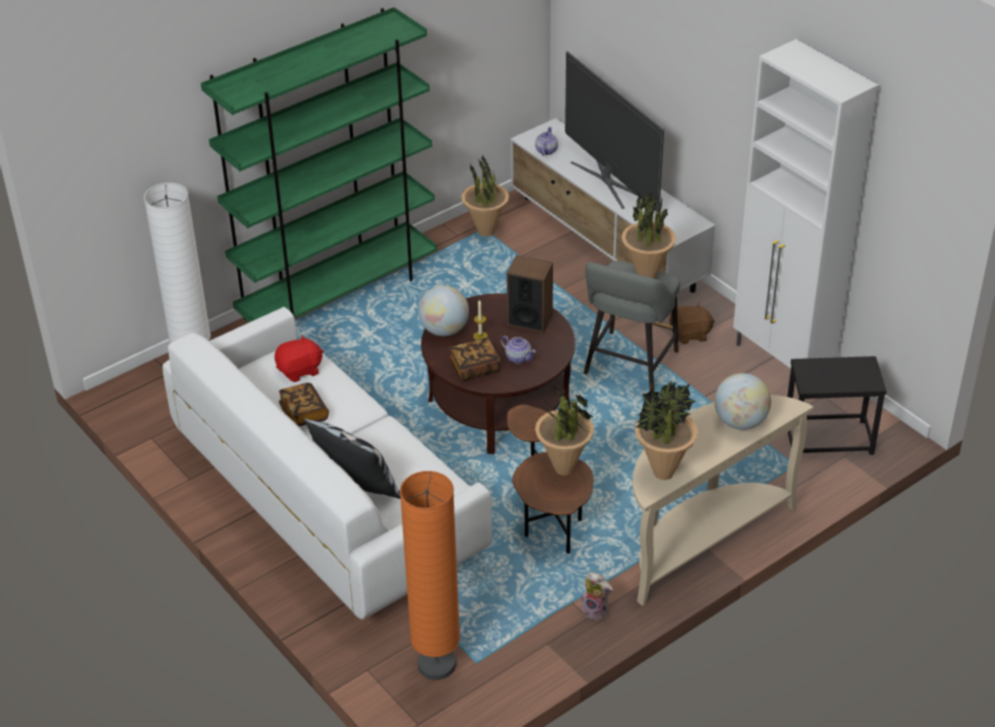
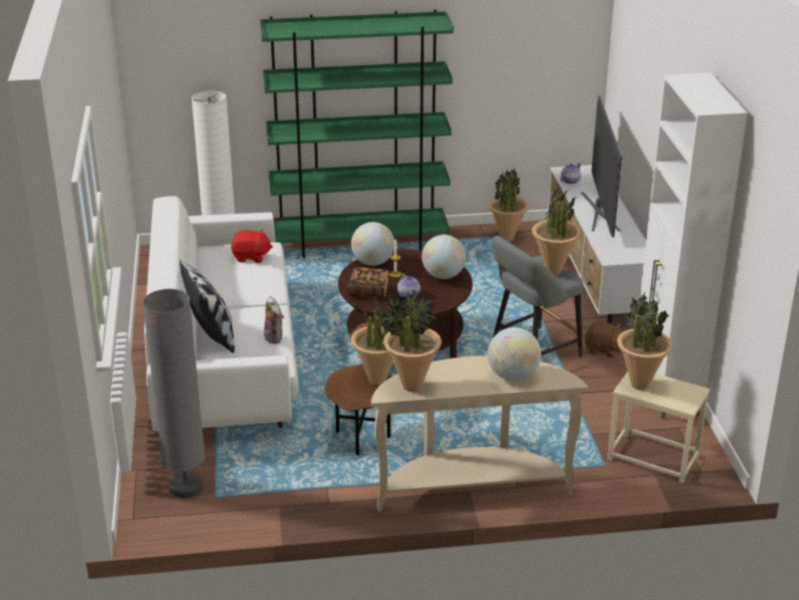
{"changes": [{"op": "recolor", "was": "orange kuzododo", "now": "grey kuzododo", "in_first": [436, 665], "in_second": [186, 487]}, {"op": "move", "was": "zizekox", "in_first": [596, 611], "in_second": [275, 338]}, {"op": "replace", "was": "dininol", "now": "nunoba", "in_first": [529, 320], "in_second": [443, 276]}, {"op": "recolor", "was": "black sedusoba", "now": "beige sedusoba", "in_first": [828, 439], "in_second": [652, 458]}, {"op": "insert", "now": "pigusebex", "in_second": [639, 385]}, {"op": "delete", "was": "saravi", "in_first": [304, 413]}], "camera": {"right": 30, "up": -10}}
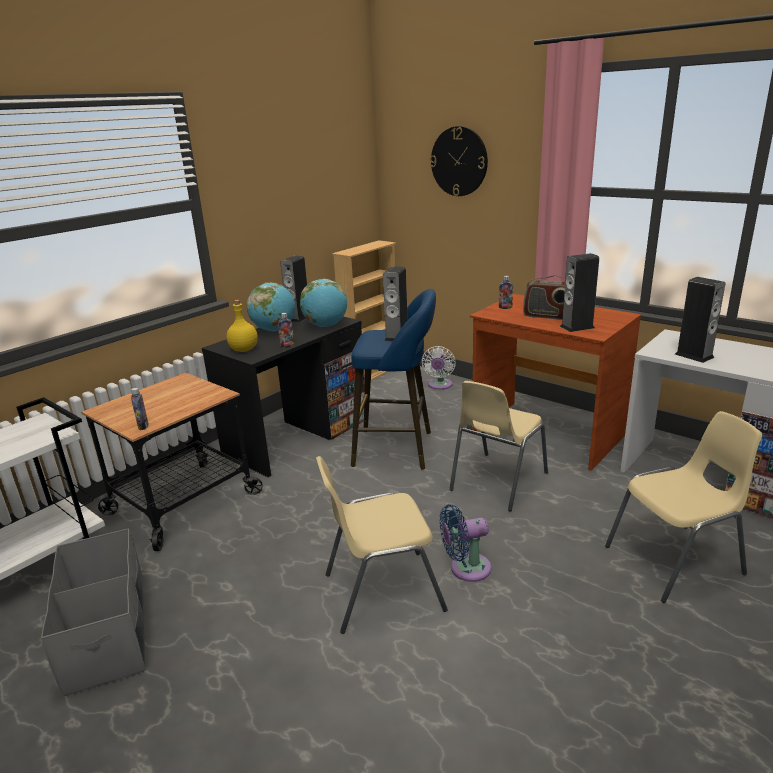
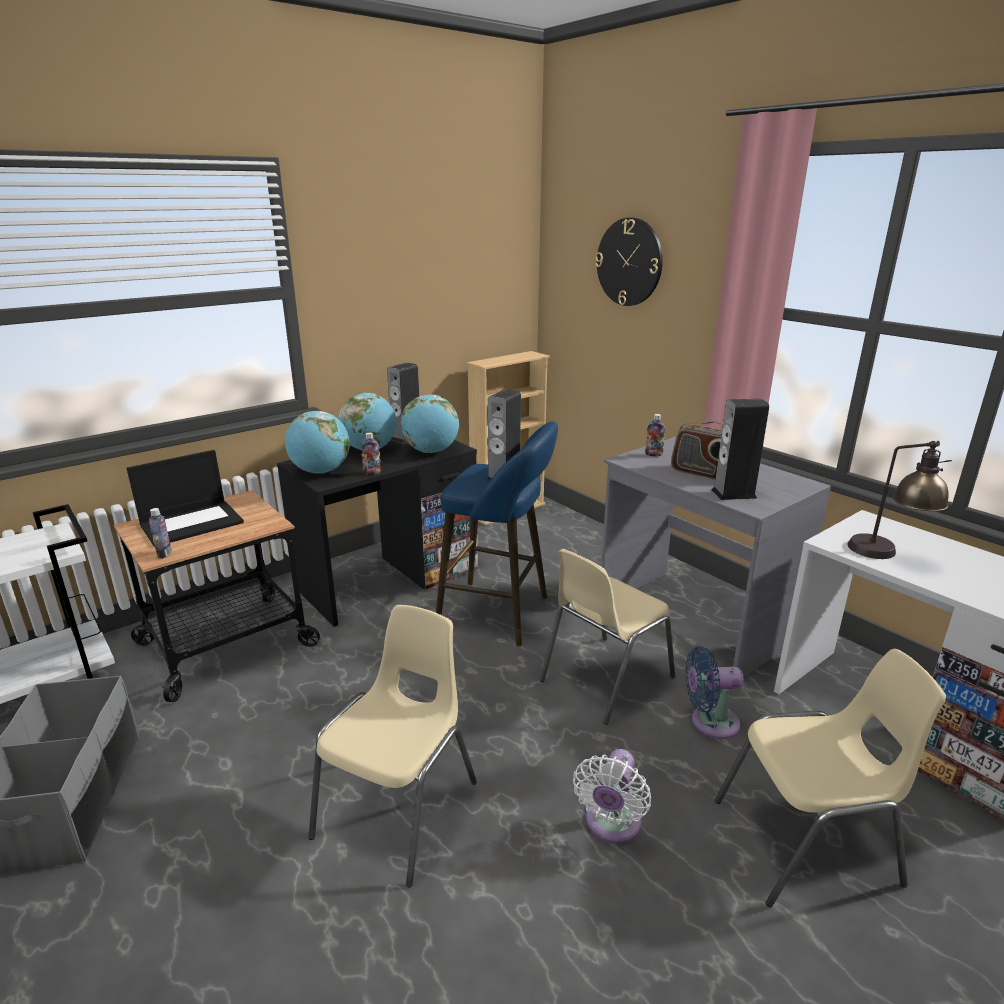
{"changes": [{"op": "insert", "now": "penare", "in_second": [192, 523]}, {"op": "replace", "was": "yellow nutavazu", "now": "nunoba", "in_first": [244, 350], "in_second": [321, 472]}, {"op": "rotate", "was": "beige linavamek", "in_first": [381, 591], "in_second": [400, 808], "clockwise": 120}, {"op": "move", "was": "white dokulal", "in_first": [439, 385], "in_second": [611, 825]}, {"op": "recolor", "was": "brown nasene", "now": "grey nasene", "in_first": [546, 434], "in_second": [692, 622]}, {"op": "move", "was": "blue dokulal", "in_first": [466, 568], "in_second": [709, 722]}, {"op": "replace", "was": "dininol", "now": "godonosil", "in_first": [694, 355], "in_second": [887, 556]}], "camera": {"right": 10, "up": 0}}
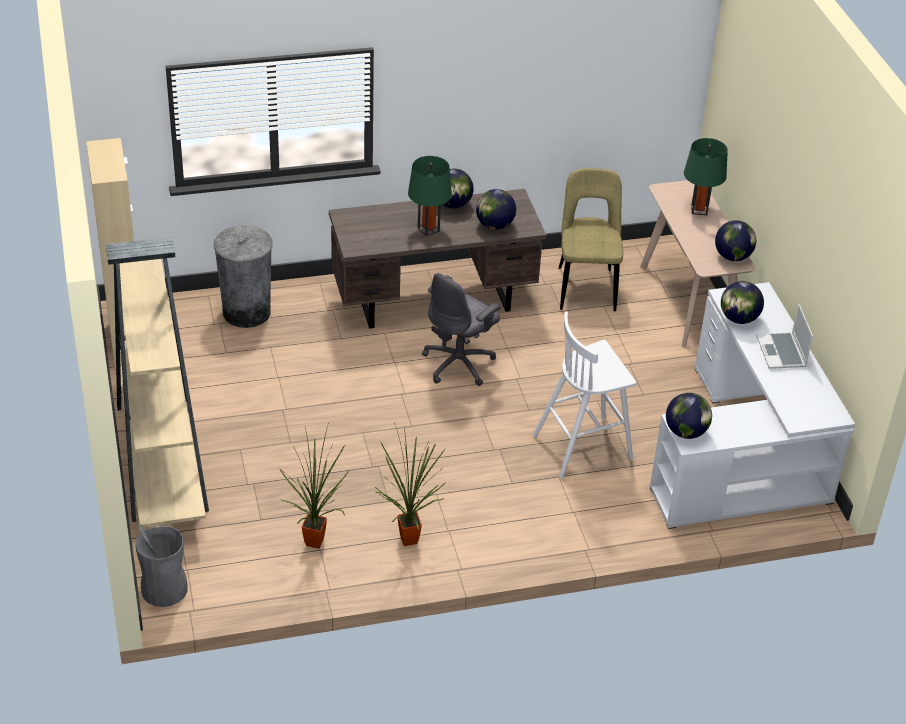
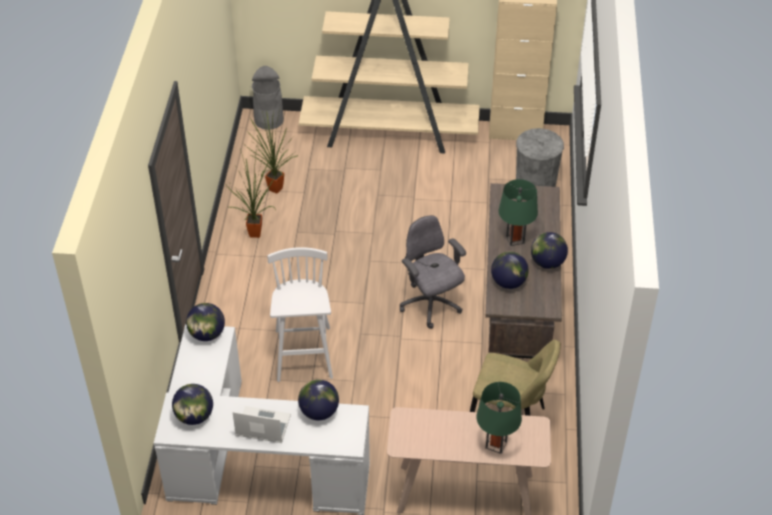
{"changes": [{"op": "move", "was": "nunoba", "in_first": [732, 257], "in_second": [194, 416]}], "camera": {"right": 110, "up": 5}}
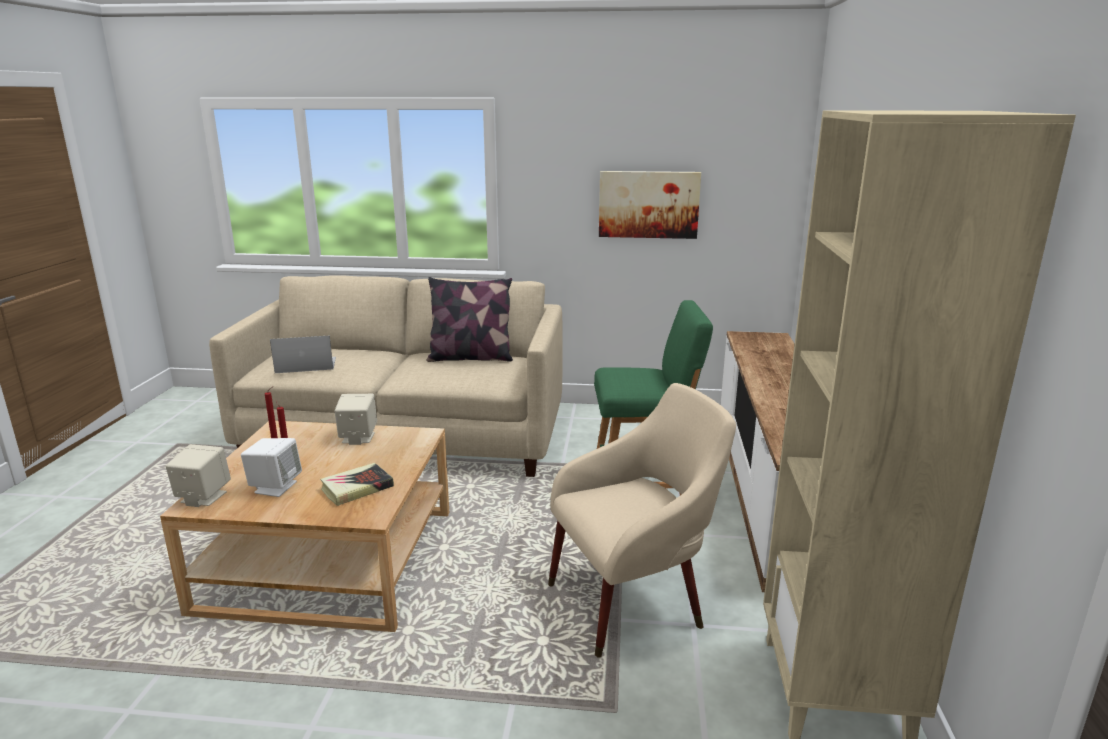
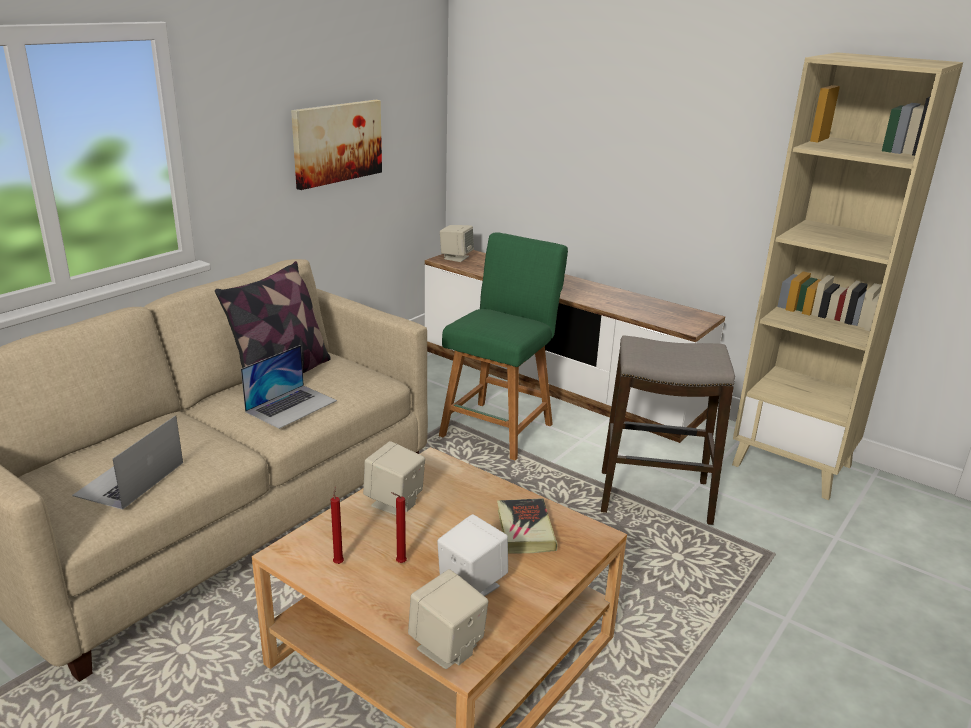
{"changes": [{"op": "insert", "now": "penare", "in_second": [291, 406]}, {"op": "insert", "now": "beige dininol", "in_second": [456, 257]}, {"op": "replace", "was": "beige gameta", "now": "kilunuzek", "in_first": [633, 601], "in_second": [654, 497]}], "camera": {"right": -60, "up": 5}}
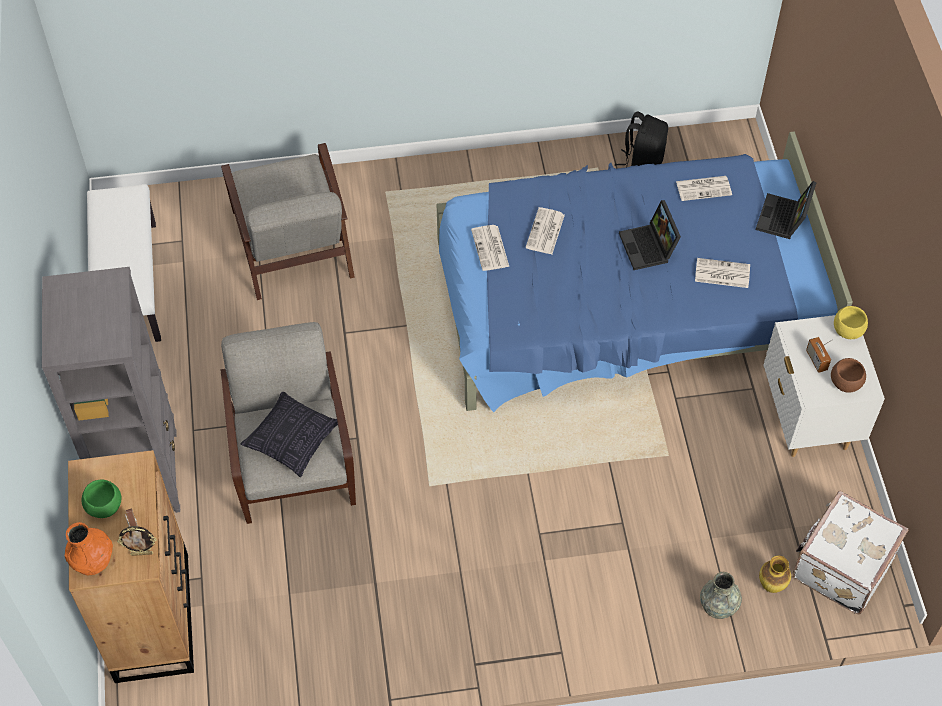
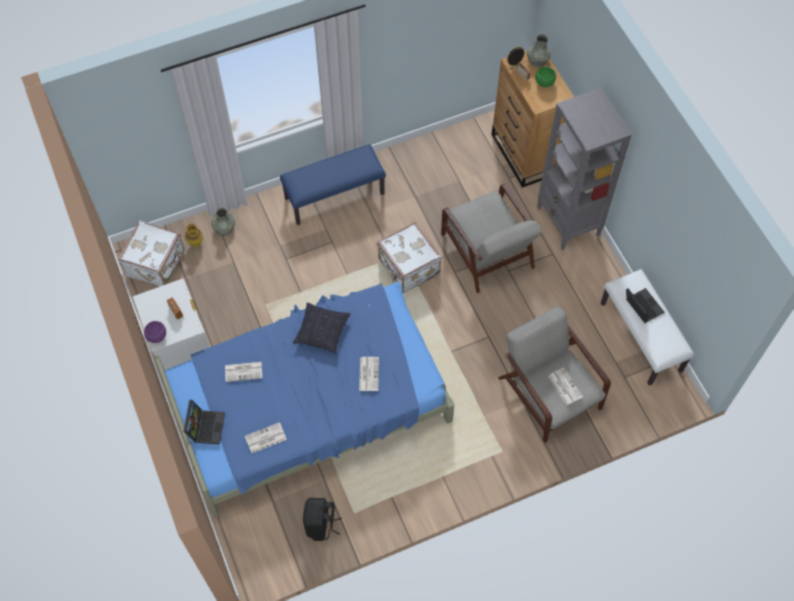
{"changes": [{"op": "recolor", "was": "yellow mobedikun", "now": "purple mobedikun", "in_first": [848, 331], "in_second": [156, 336]}, {"op": "insert", "now": "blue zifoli", "in_second": [334, 195]}, {"op": "move", "was": "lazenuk", "in_first": [292, 439], "in_second": [322, 332]}, {"op": "insert", "now": "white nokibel", "in_second": [408, 267]}, {"op": "recolor", "was": "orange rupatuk", "now": "grey rupatuk", "in_first": [92, 558], "in_second": [537, 60]}, {"op": "move", "was": "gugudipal", "in_first": [490, 249], "in_second": [564, 386]}, {"op": "move", "was": "penare", "in_first": [649, 248], "in_second": [641, 307]}, {"op": "delete", "was": "brown mobedikun", "in_first": [845, 383]}], "camera": {"right": 165, "up": 5}}
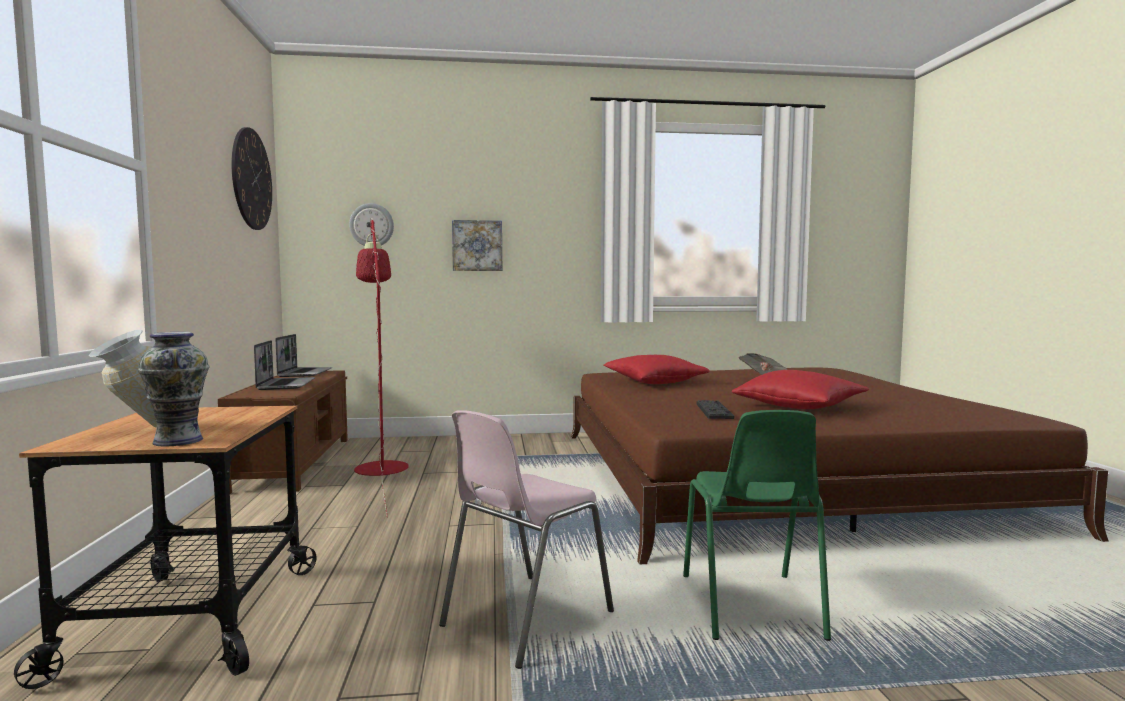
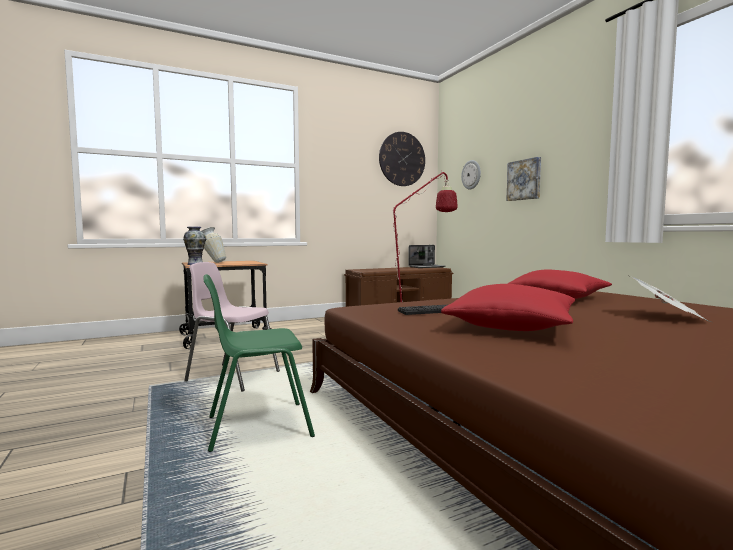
{"changes": [{"op": "delete", "was": "penare", "in_first": [285, 385]}], "camera": {"right": 70, "up": 0}}
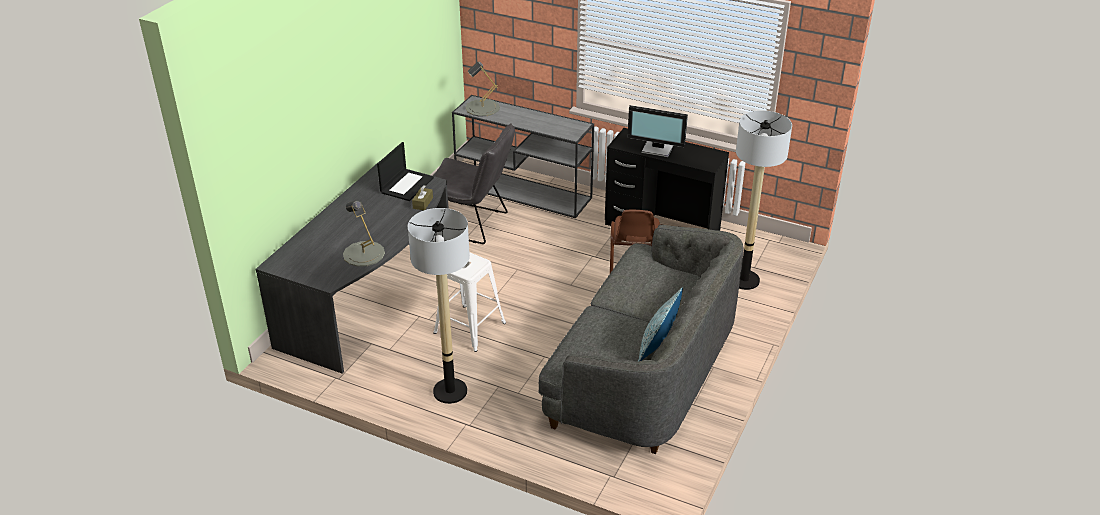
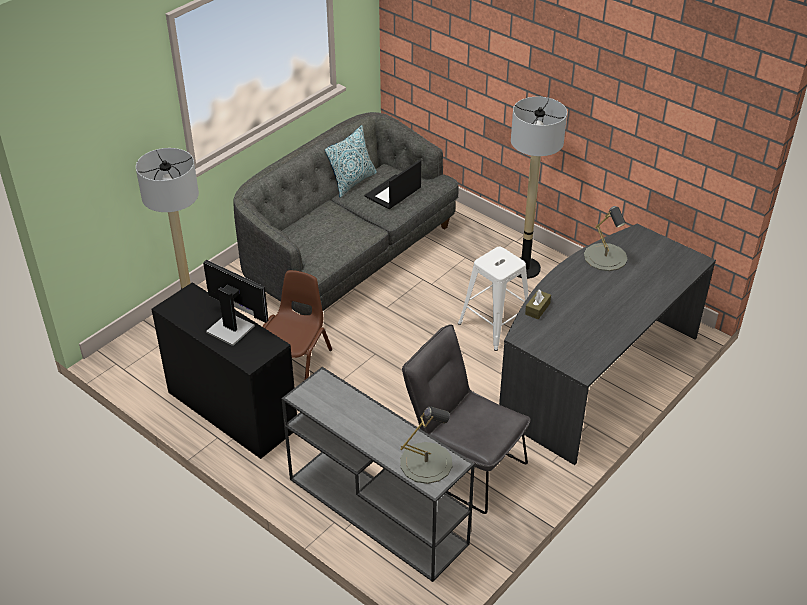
{"changes": [{"op": "move", "was": "penare", "in_first": [407, 185], "in_second": [393, 193]}], "camera": {"right": -165, "up": 5}}
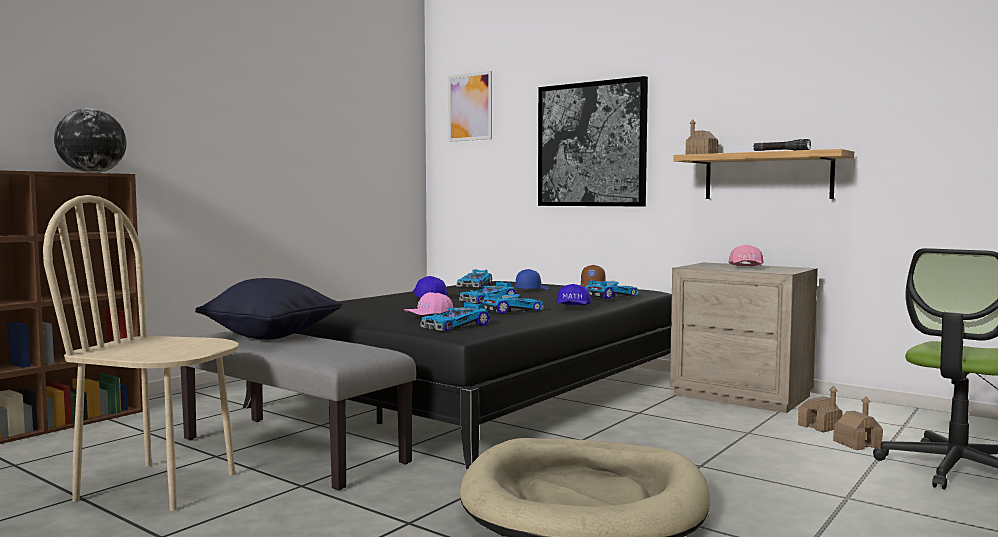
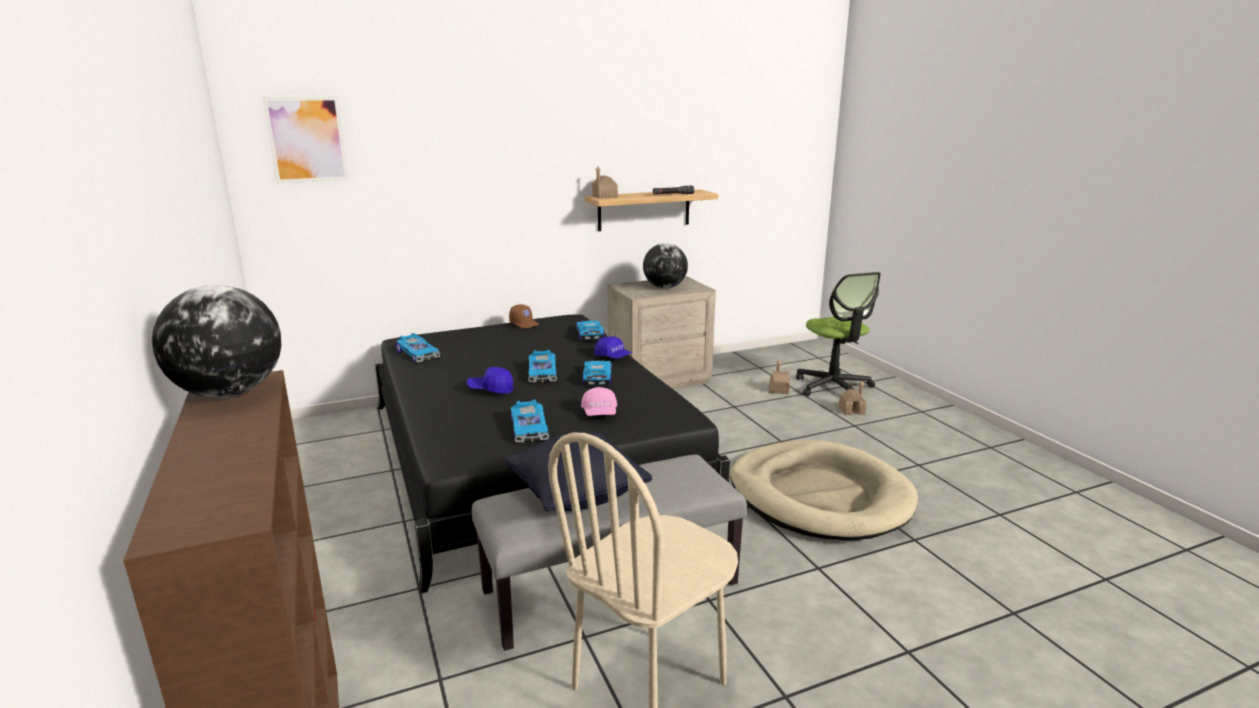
{"changes": [{"op": "move", "was": "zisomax", "in_first": [456, 326], "in_second": [530, 428]}, {"op": "replace", "was": "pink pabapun", "now": "nunoba", "in_first": [746, 268], "in_second": [664, 287]}, {"op": "move", "was": "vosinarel", "in_first": [820, 426], "in_second": [851, 410]}, {"op": "delete", "was": "blue pabapun", "in_first": [531, 289]}, {"op": "delete", "was": "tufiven", "in_first": [591, 144]}], "camera": {"right": -60, "up": 15}}
